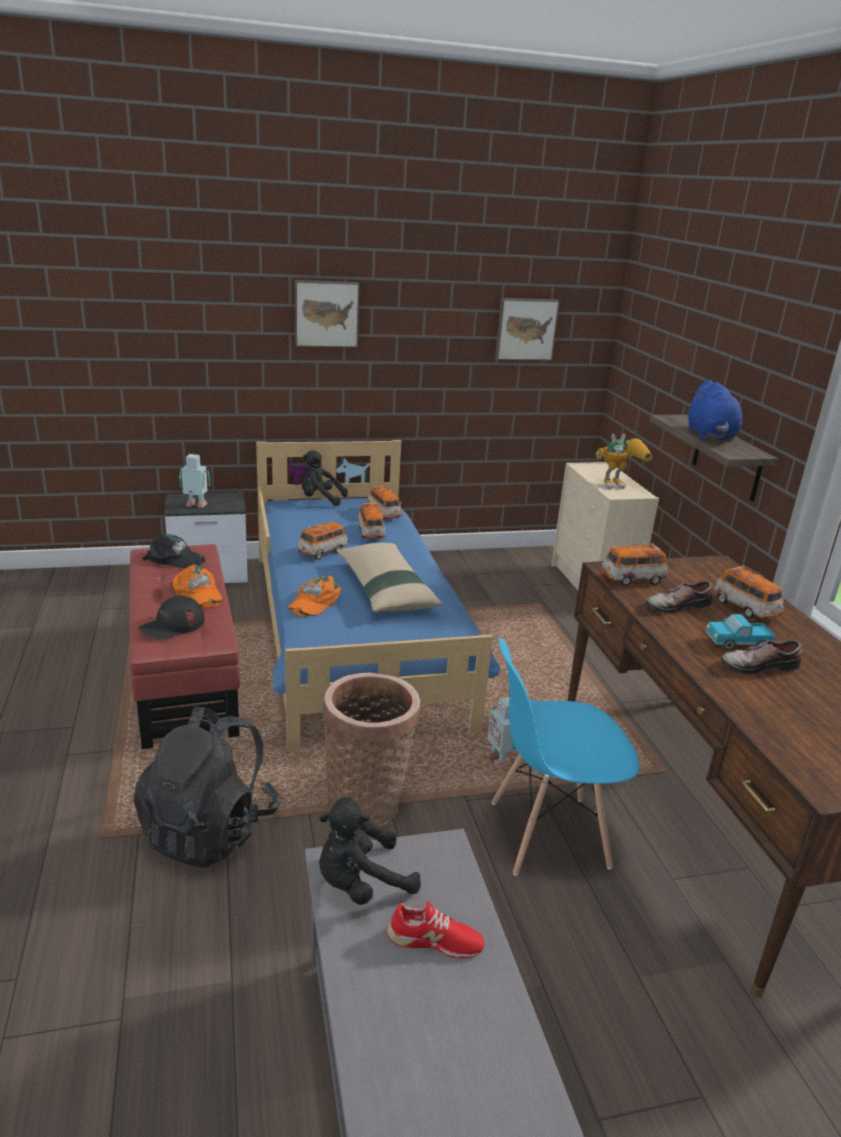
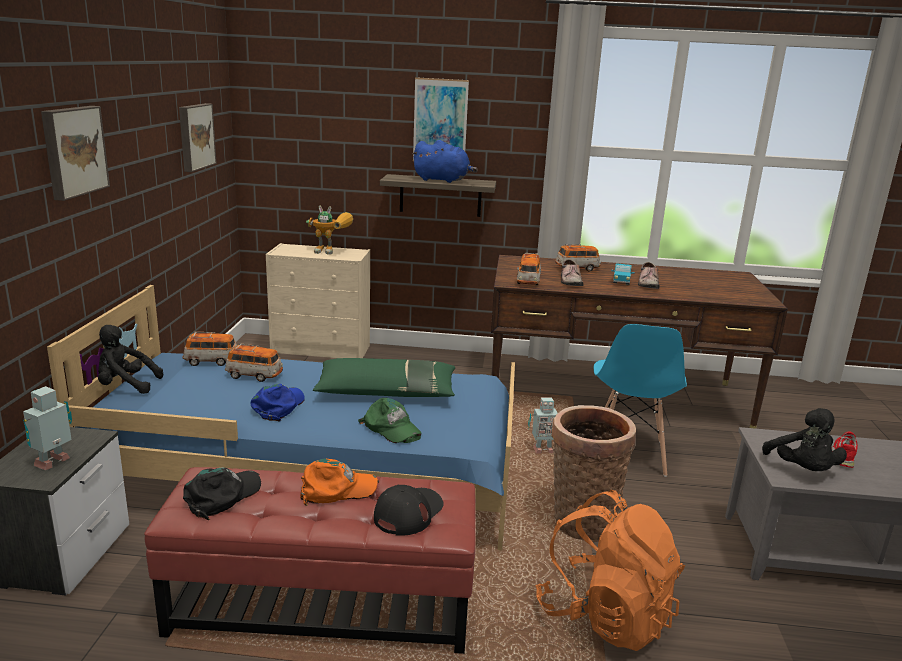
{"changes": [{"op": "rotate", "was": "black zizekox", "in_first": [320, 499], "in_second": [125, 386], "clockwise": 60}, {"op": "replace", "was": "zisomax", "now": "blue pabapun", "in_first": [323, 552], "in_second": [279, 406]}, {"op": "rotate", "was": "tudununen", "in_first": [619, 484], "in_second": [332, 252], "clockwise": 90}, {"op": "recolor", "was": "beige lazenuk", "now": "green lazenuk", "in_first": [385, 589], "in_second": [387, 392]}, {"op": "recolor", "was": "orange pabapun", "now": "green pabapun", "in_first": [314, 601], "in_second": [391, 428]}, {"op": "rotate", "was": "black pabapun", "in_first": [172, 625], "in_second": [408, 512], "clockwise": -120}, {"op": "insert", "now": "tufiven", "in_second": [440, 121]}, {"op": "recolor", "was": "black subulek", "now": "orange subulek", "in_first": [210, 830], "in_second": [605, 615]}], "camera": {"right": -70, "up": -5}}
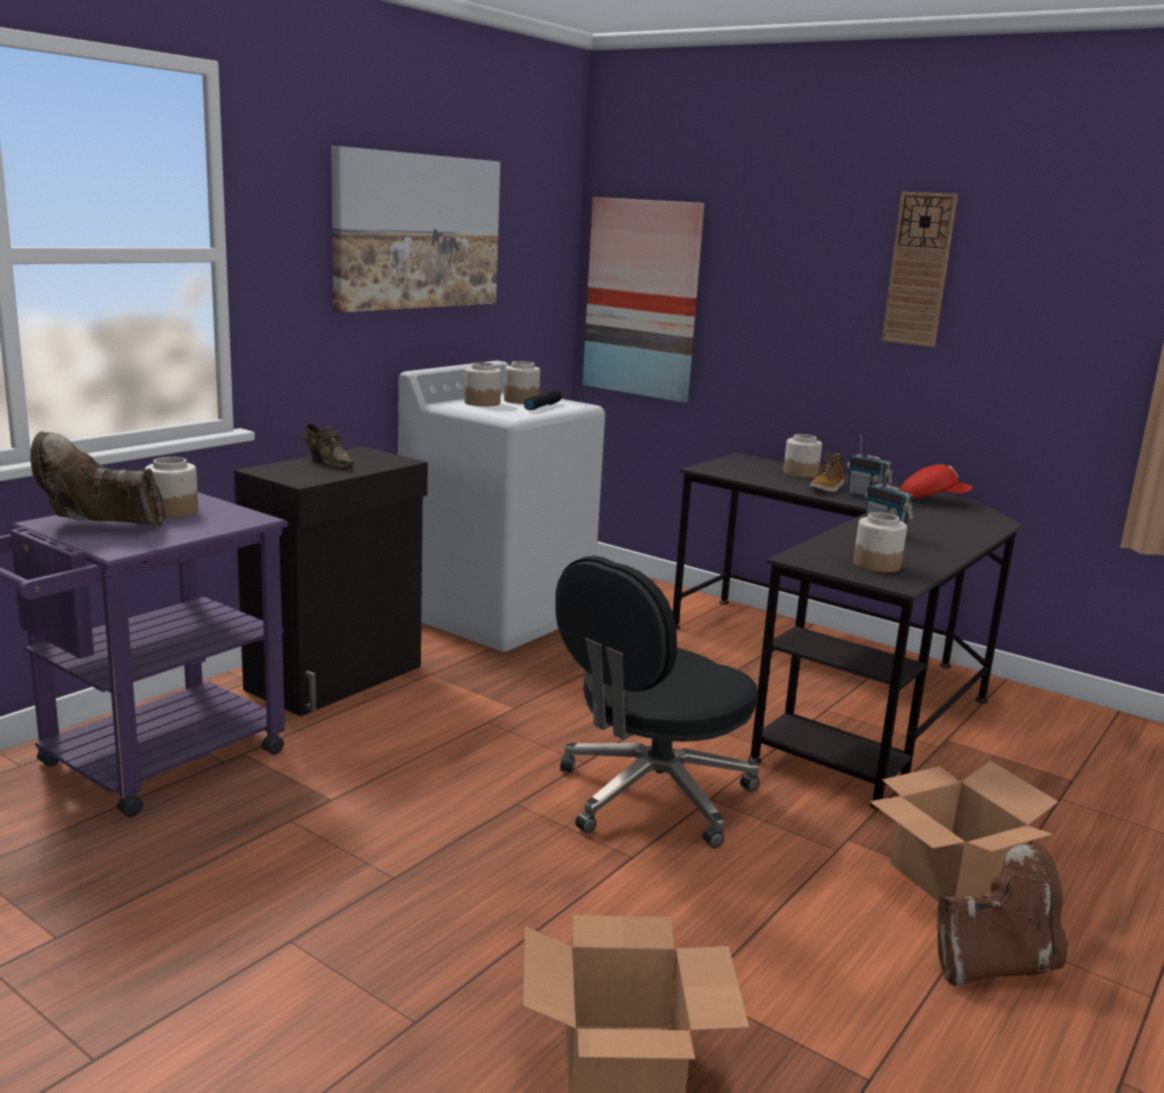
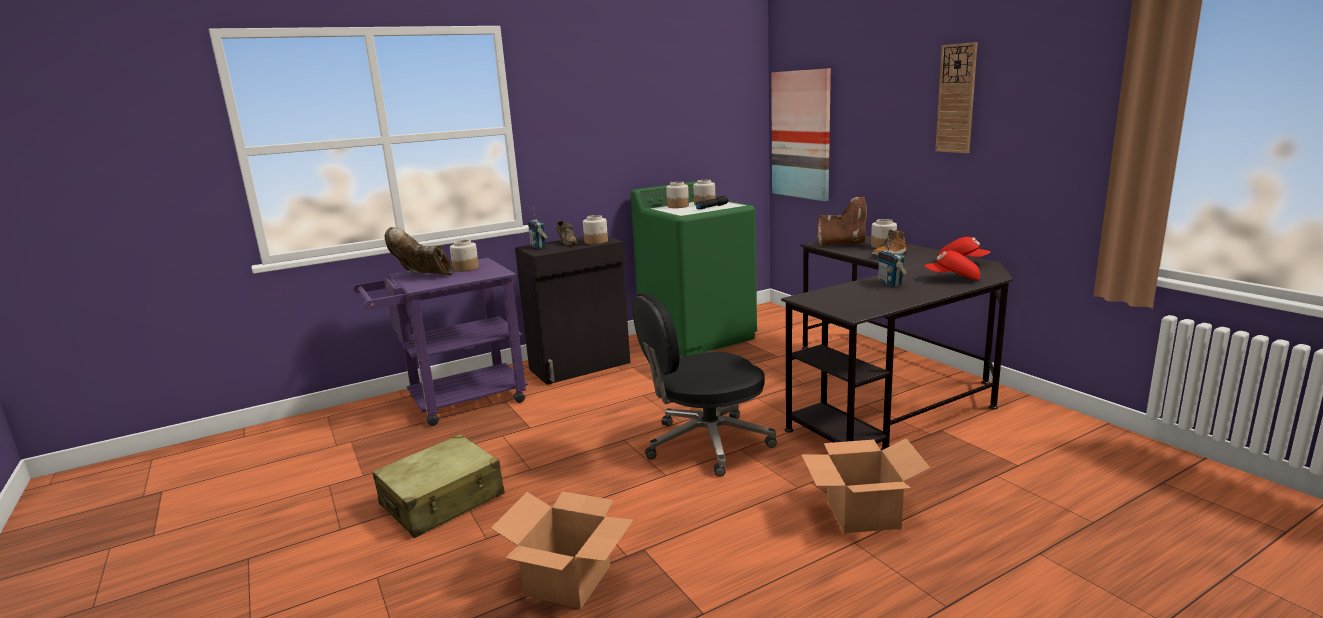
{"changes": [{"op": "insert", "now": "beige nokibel", "in_second": [443, 500]}, {"op": "move", "was": "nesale", "in_first": [865, 497], "in_second": [538, 246]}, {"op": "move", "was": "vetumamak", "in_first": [877, 565], "in_second": [596, 242]}, {"op": "recolor", "was": "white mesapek", "now": "green mesapek", "in_first": [497, 614], "in_second": [698, 336]}, {"op": "move", "was": "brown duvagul", "in_first": [995, 965], "in_second": [843, 244]}, {"op": "insert", "now": "red pabapun", "in_second": [952, 279]}, {"op": "delete", "was": "tufiven", "in_first": [417, 231]}], "camera": {"right": 25, "up": 0}}
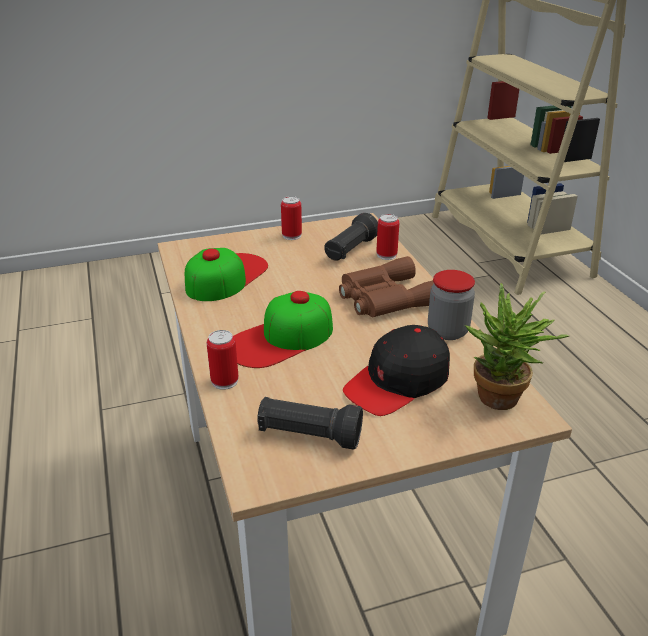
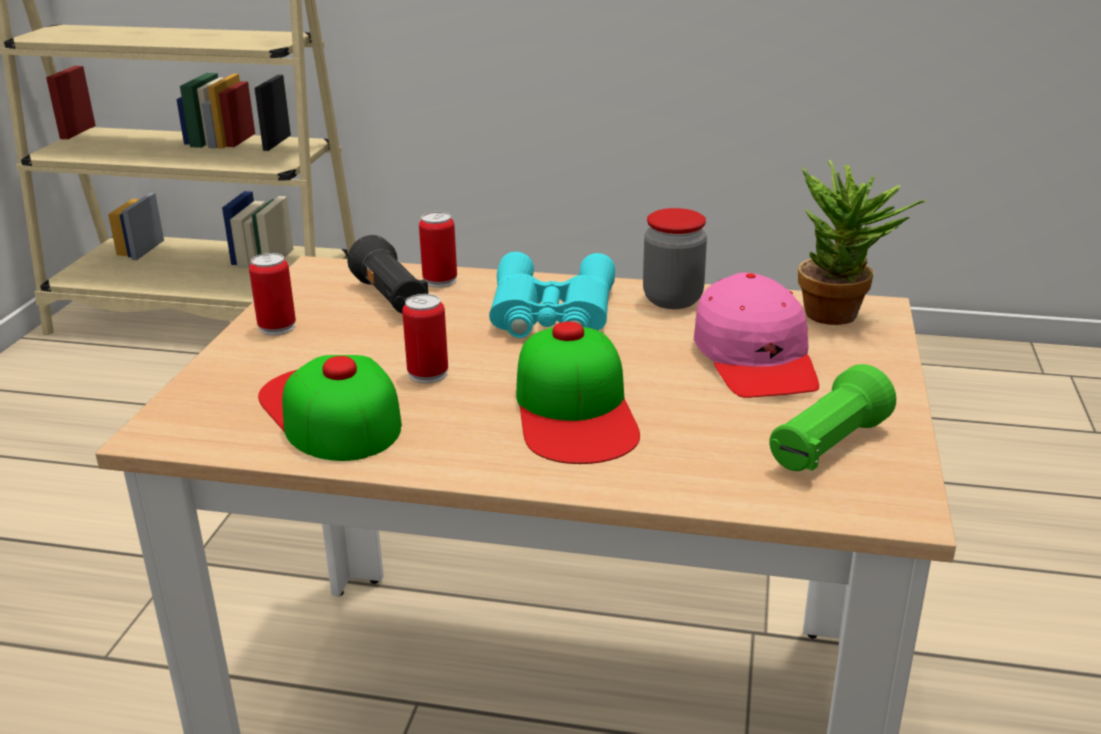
{"changes": [{"op": "move", "was": "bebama", "in_first": [224, 381], "in_second": [428, 374]}, {"op": "recolor", "was": "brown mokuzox", "now": "turquoise mokuzox", "in_first": [384, 298], "in_second": [551, 313]}, {"op": "recolor", "was": "black pabapun", "now": "pink pabapun", "in_first": [398, 382], "in_second": [756, 359]}, {"op": "recolor", "was": "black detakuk", "now": "green detakuk", "in_first": [309, 435], "in_second": [826, 447]}], "camera": {"right": -60, "up": -5}}
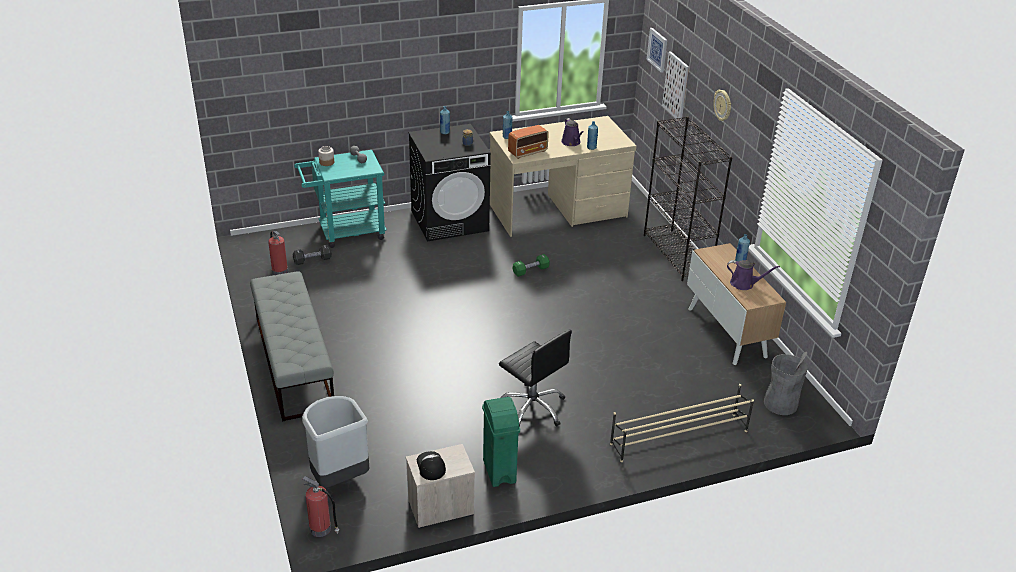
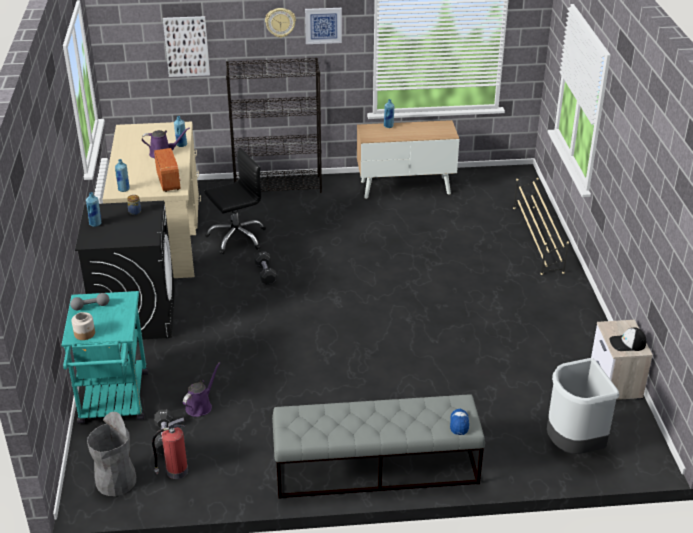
{"changes": [{"op": "move", "was": "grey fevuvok", "in_first": [780, 403], "in_second": [116, 481]}, {"op": "move", "was": "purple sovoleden", "in_first": [744, 284], "in_second": [200, 406]}, {"op": "move", "was": "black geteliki", "in_first": [532, 408], "in_second": [236, 237]}, {"op": "recolor", "was": "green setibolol", "now": "black setibolol", "in_first": [530, 271], "in_second": [265, 274]}, {"op": "move", "was": "tufiven", "in_first": [657, 49], "in_second": [323, 25]}, {"op": "insert", "now": "pabapun", "in_second": [459, 424]}, {"op": "delete", "was": "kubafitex", "in_first": [321, 529]}, {"op": "delete", "was": "green fevuvok", "in_first": [499, 472]}], "camera": {"right": -75, "up": 0}}
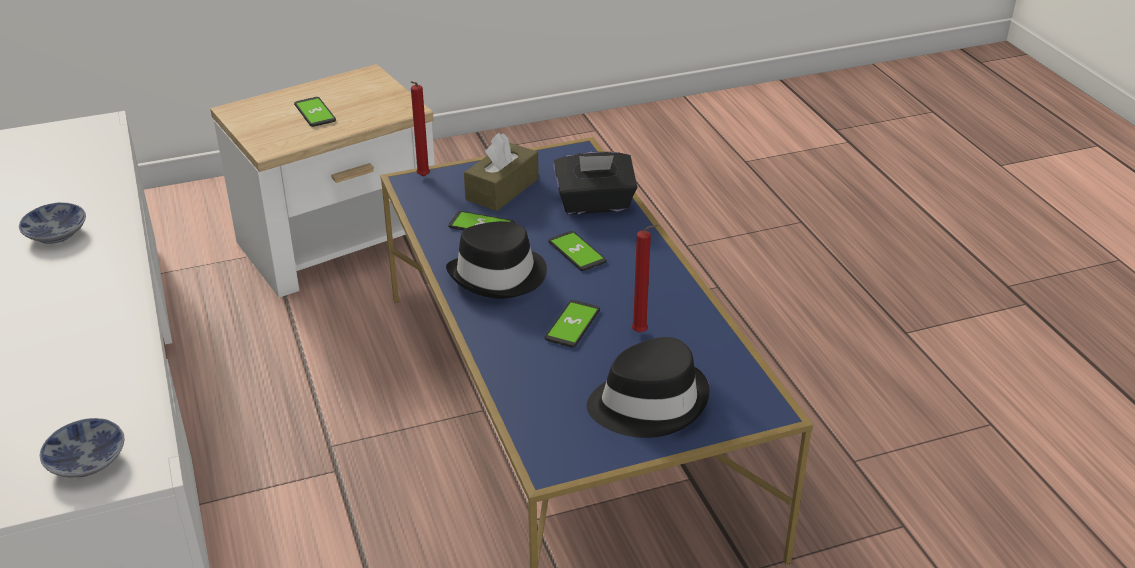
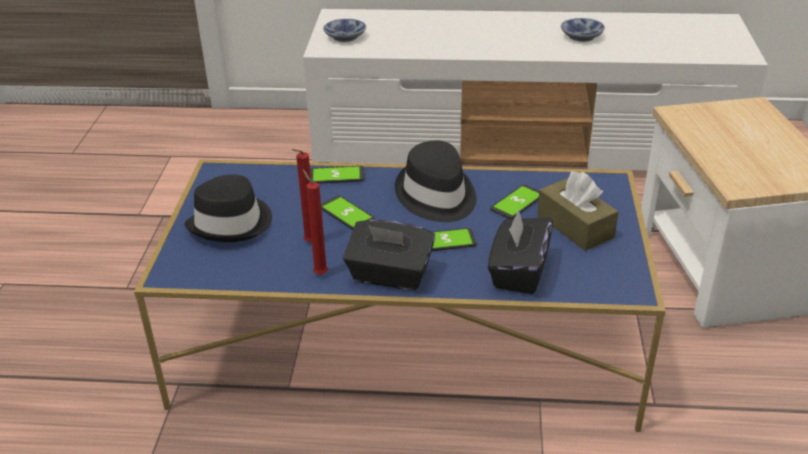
{"changes": [{"op": "move", "was": "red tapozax", "in_first": [422, 177], "in_second": [319, 273]}, {"op": "move", "was": "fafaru", "in_first": [315, 113], "in_second": [336, 176]}, {"op": "insert", "now": "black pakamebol", "in_second": [389, 275]}], "camera": {"right": 115, "up": 0}}
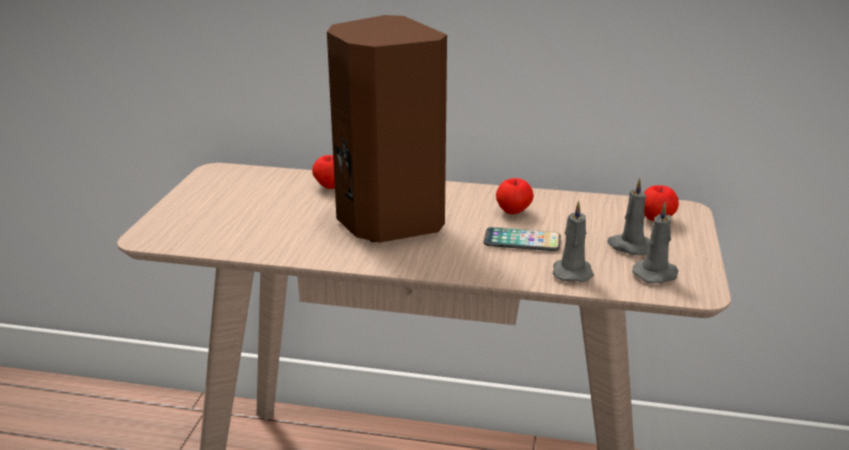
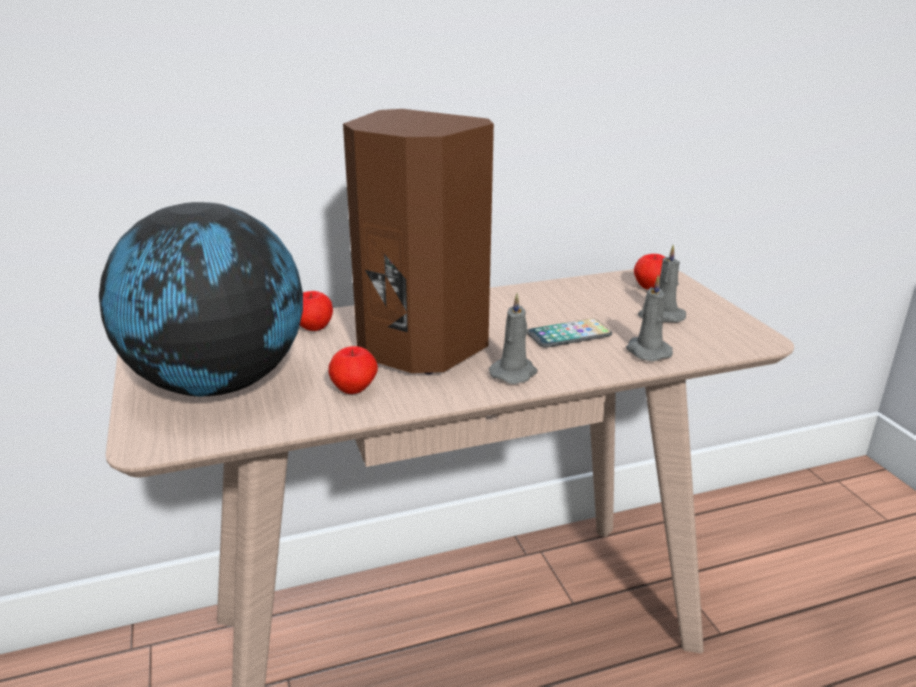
{"changes": [{"op": "insert", "now": "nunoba", "in_second": [219, 384]}, {"op": "move", "was": "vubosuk", "in_first": [513, 212], "in_second": [354, 390]}, {"op": "move", "was": "grey tapozax", "in_first": [656, 274], "in_second": [514, 372]}], "camera": {"right": -30, "up": 0}}
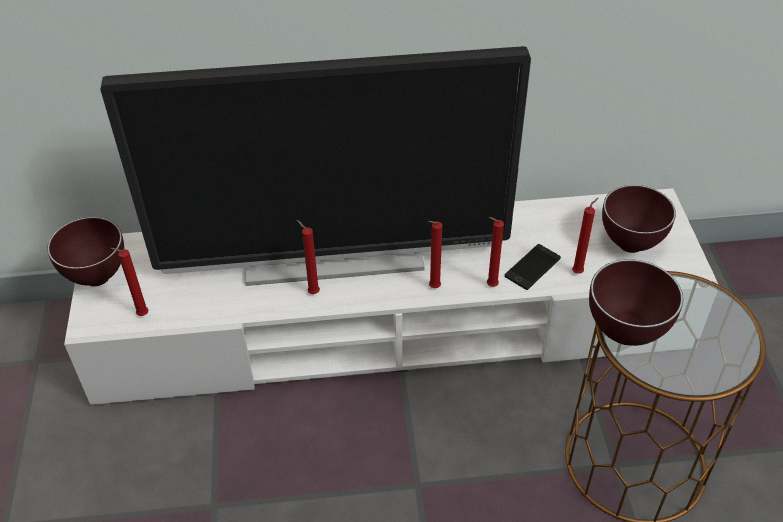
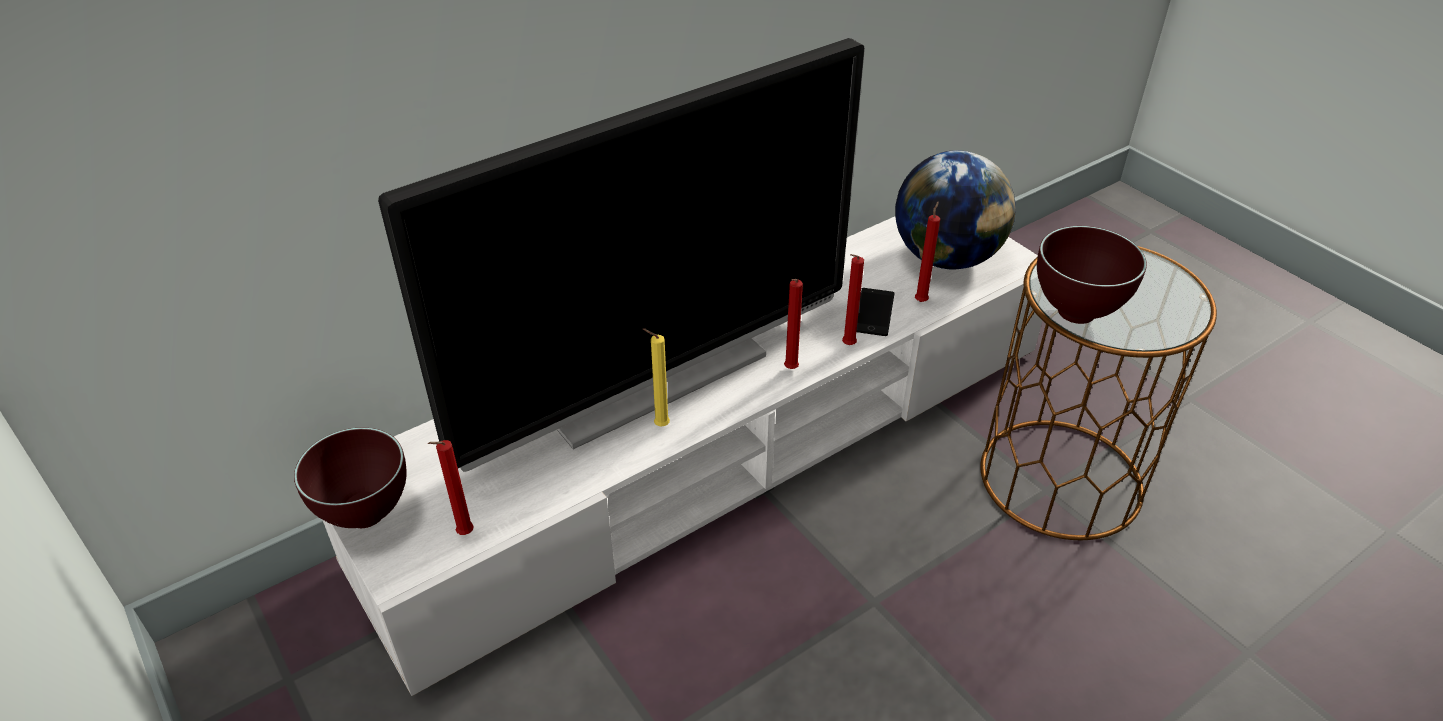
{"changes": [{"op": "recolor", "was": "red tapozax", "now": "yellow tapozax", "in_first": [312, 292], "in_second": [659, 425]}, {"op": "replace", "was": "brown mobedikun", "now": "nunoba", "in_first": [629, 243], "in_second": [946, 257]}], "camera": {"right": -30, "up": -5}}
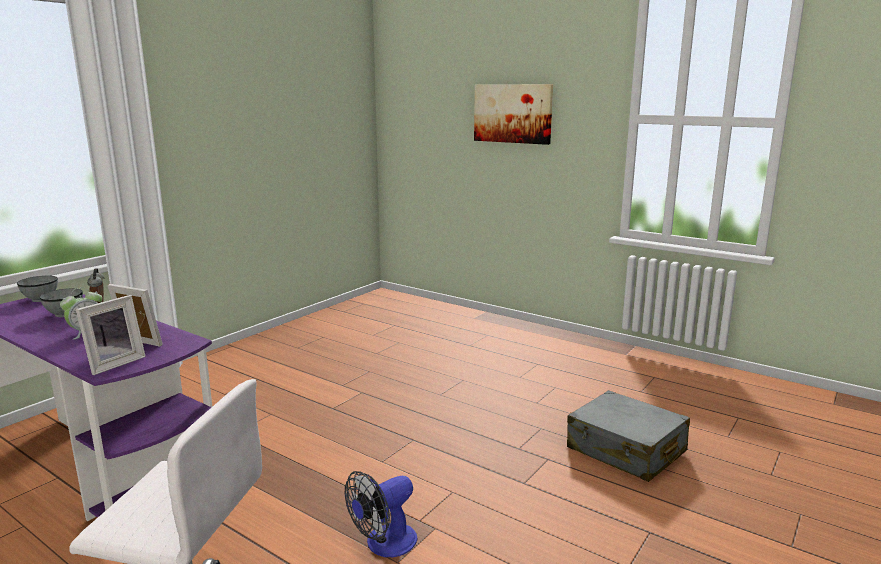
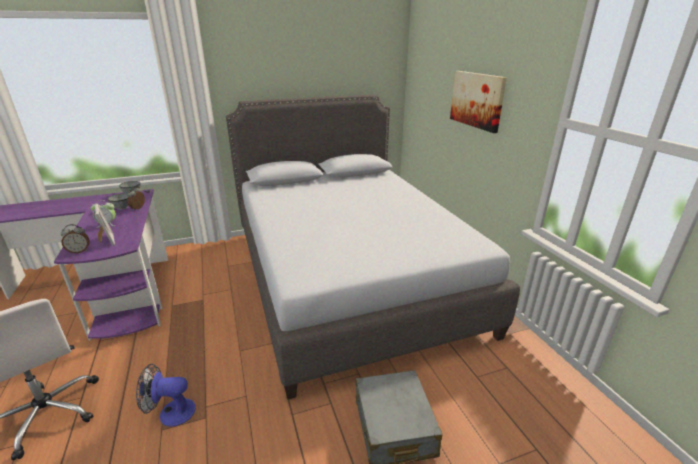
{"changes": [{"op": "replace", "was": "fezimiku", "now": "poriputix", "in_first": [114, 363], "in_second": [79, 251]}, {"op": "insert", "now": "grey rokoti", "in_second": [348, 277]}], "camera": {"right": 35, "up": 10}}
